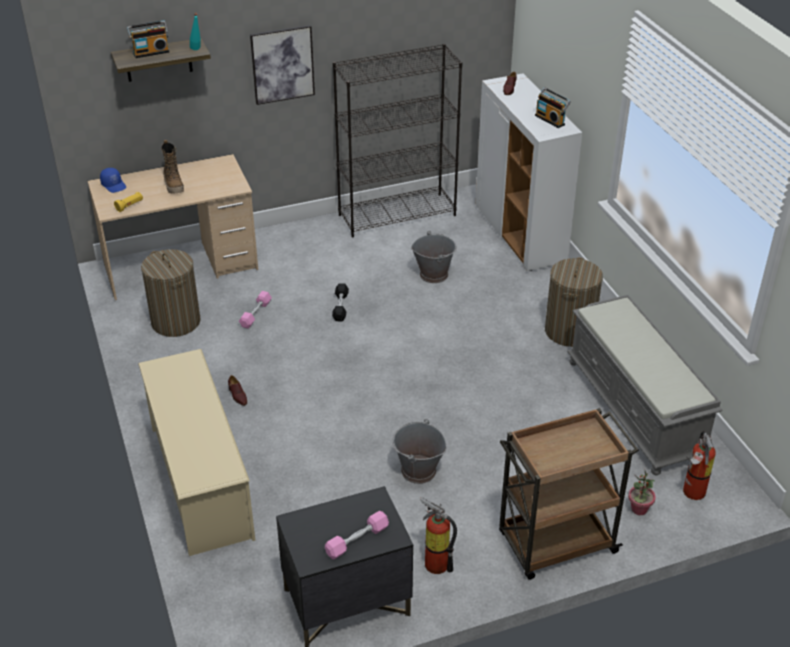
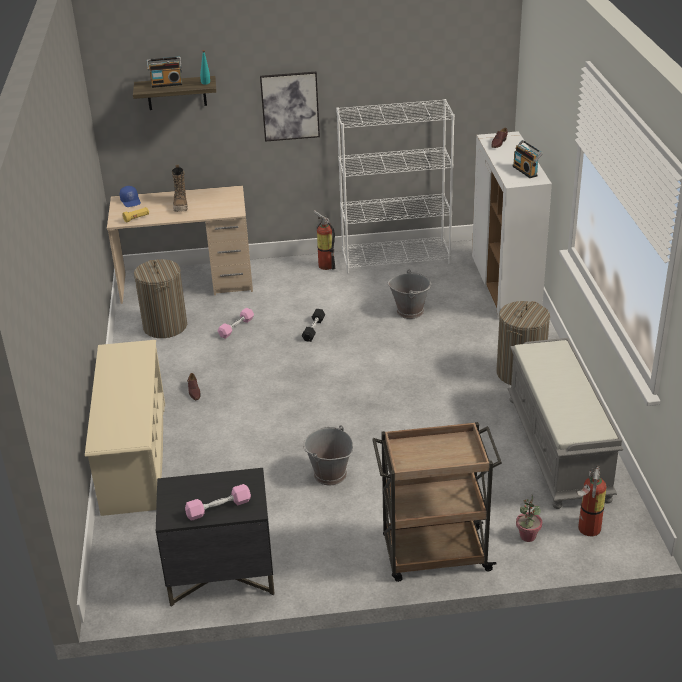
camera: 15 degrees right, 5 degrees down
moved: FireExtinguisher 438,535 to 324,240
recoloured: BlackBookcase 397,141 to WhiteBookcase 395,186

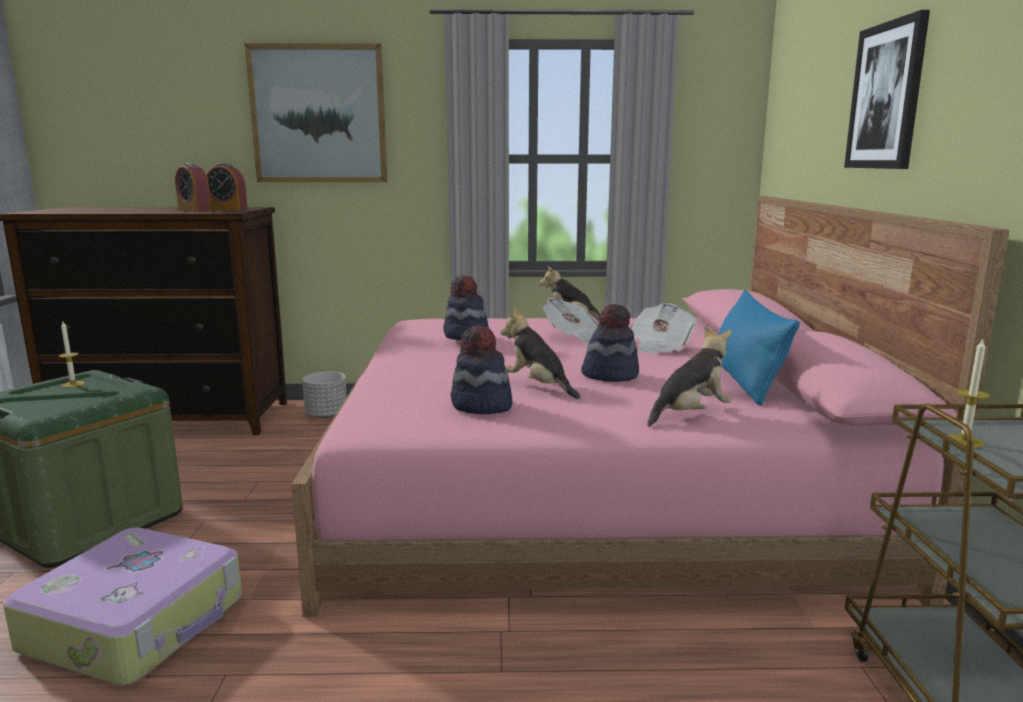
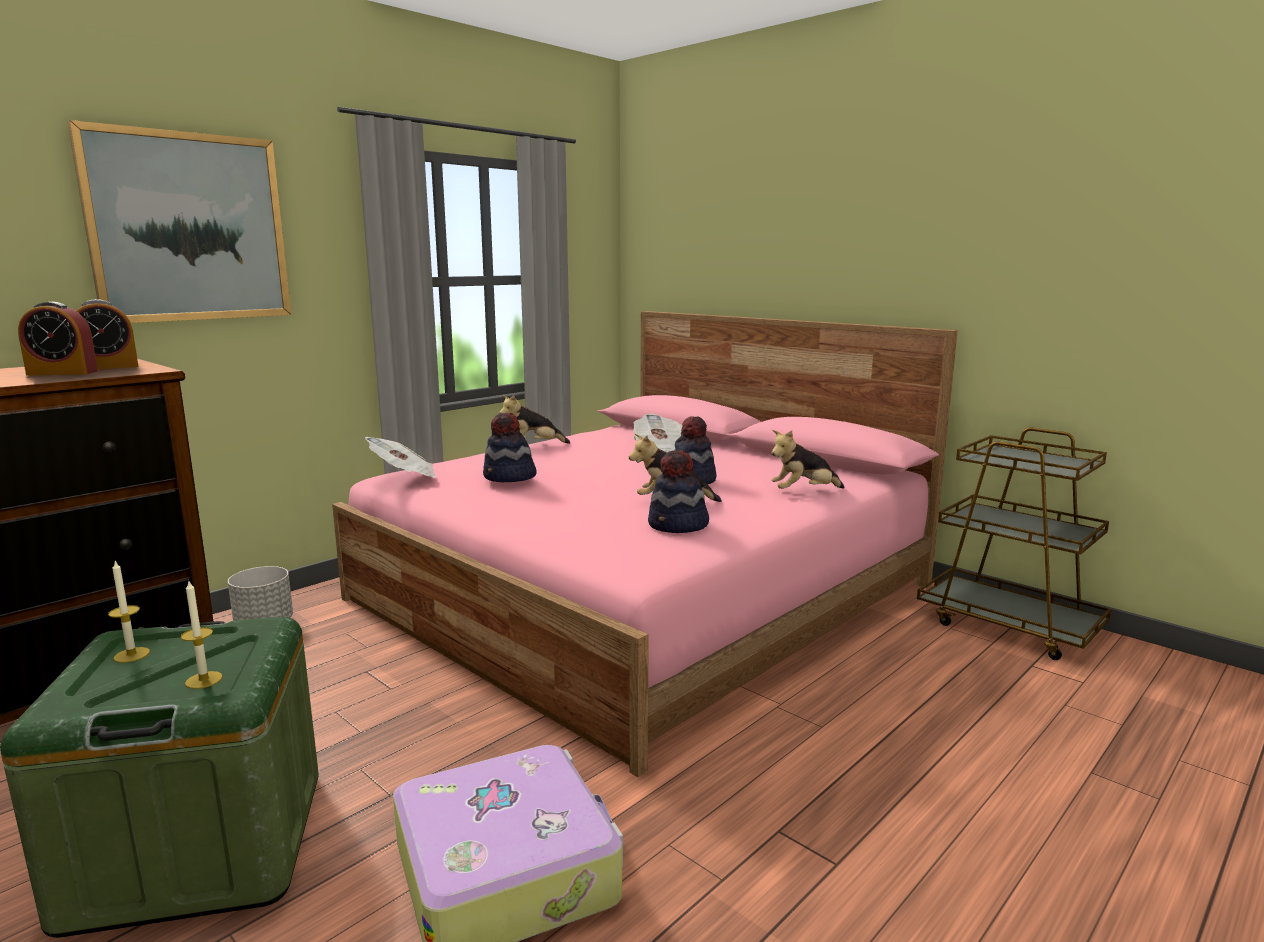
camera: 45 degrees left, 0 degrees up
removed: Picture 887,89; BluePillow 759,348
moved: Newspaper 571,321 to 401,457; Candle 969,393 to 202,635
turned: PlushToy 689,376 = 808,459 120 degrees counterclockwise

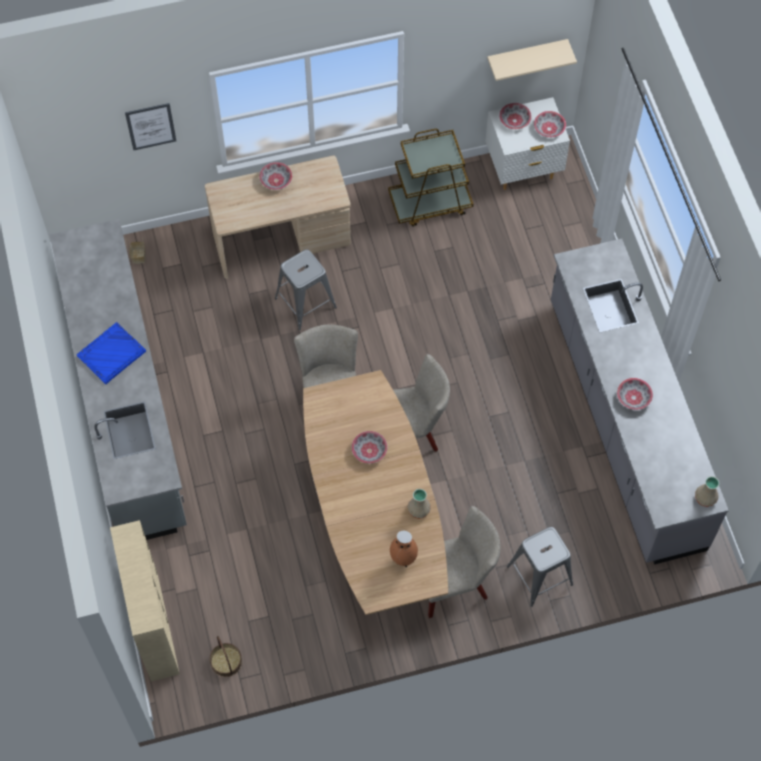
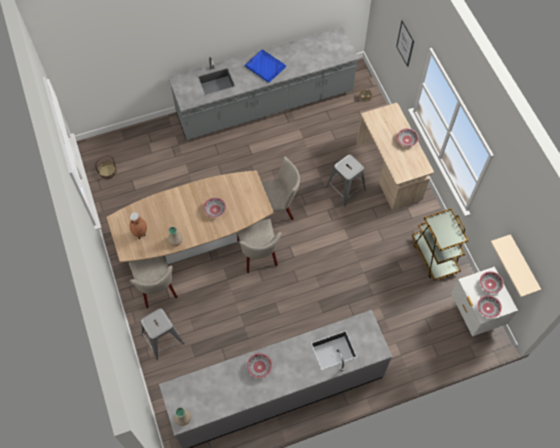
camera: 85 degrees right, 0 degrees up
removed: BeigeBookcase 145,600

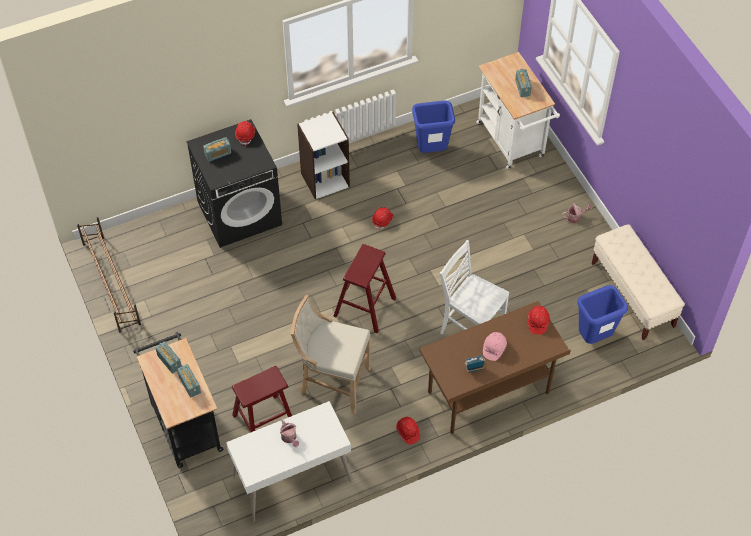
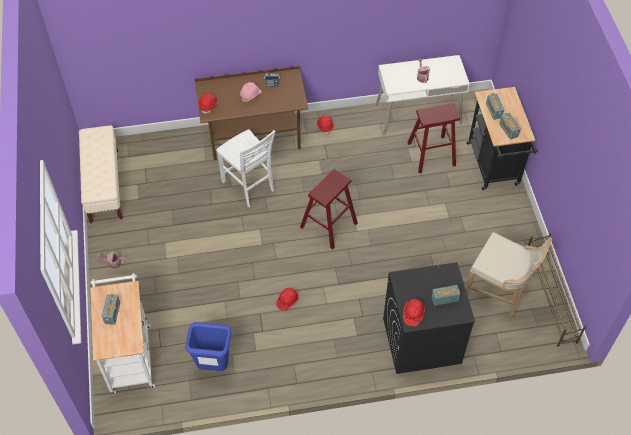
camera: 165 degrees left, 0 degrees up
removed: WhiteBookcase 323,155; BlueTrashCan 602,314
moved: BeigeStool 331,354 to 509,276

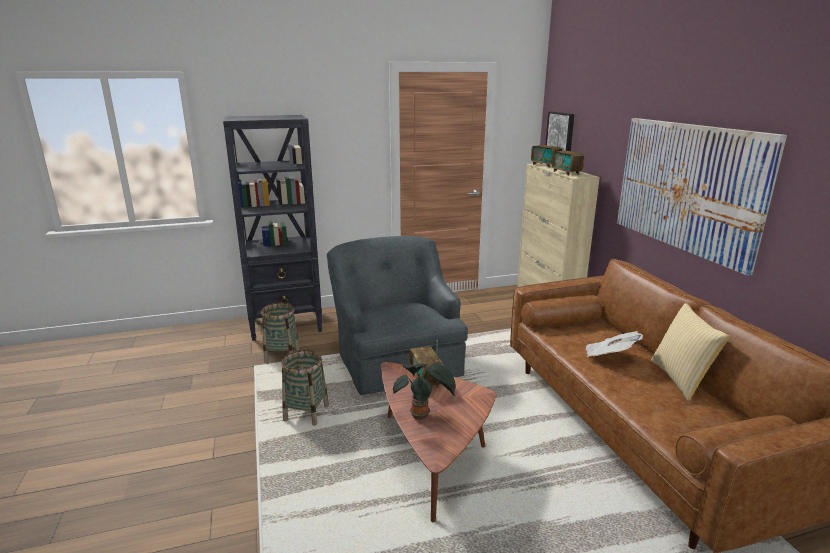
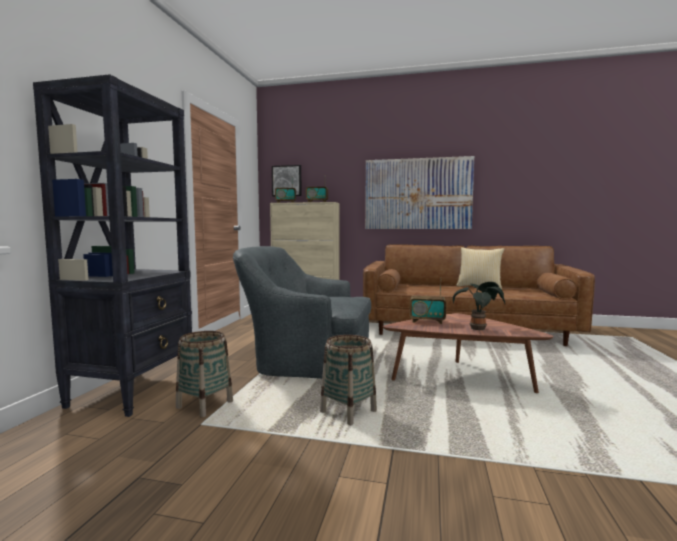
camera: 60 degrees left, 15 degrees down
removed: Newspaper 614,344

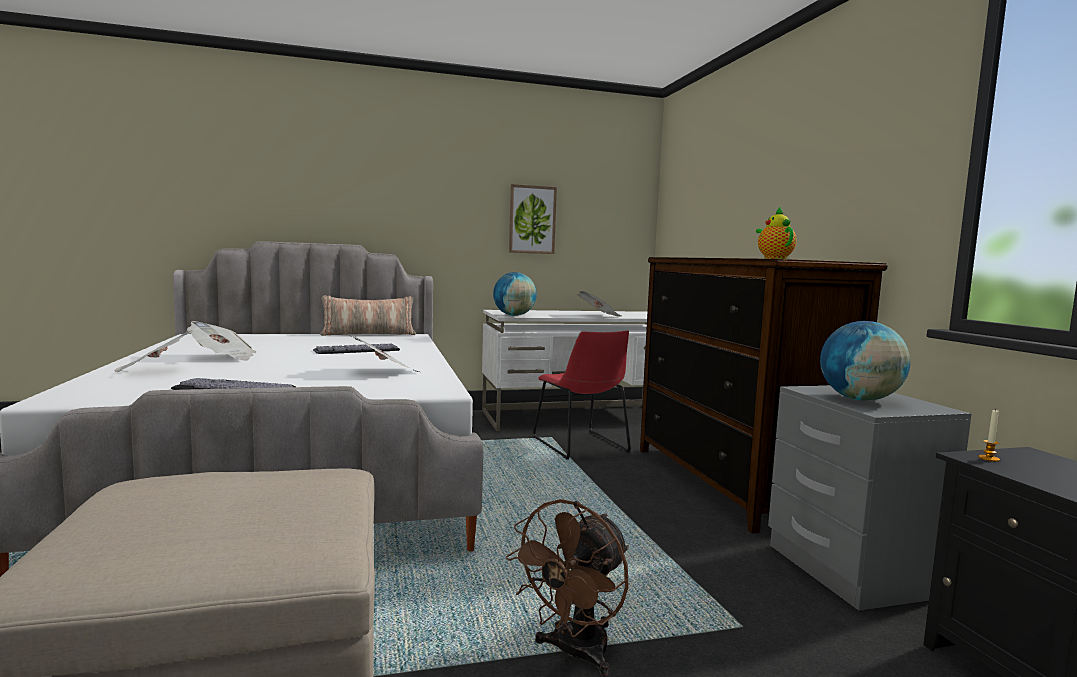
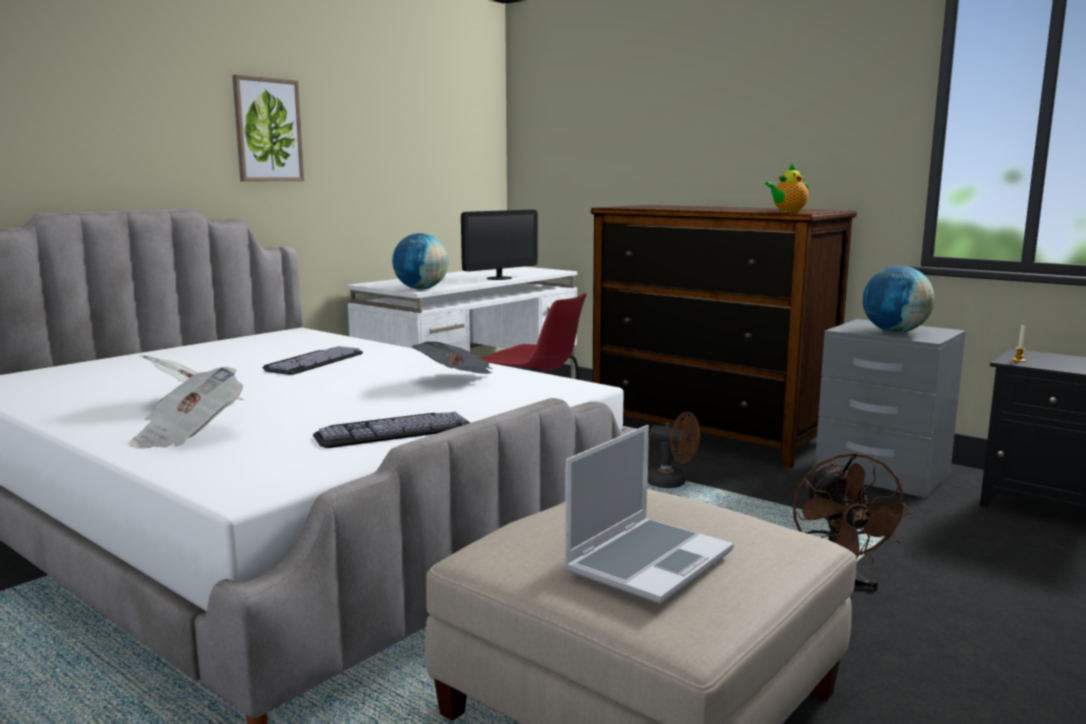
camera: 35 degrees left, 5 degrees up
removed: Pillow 368,315
added: BrownFan 674,450; Laptop 649,514
moved: Picture 533,219 to 268,128
replaced: Newspaper 599,304 to Monitor 499,245
turned: Teapot 776,233 = 786,187 75 degrees counterclockwise

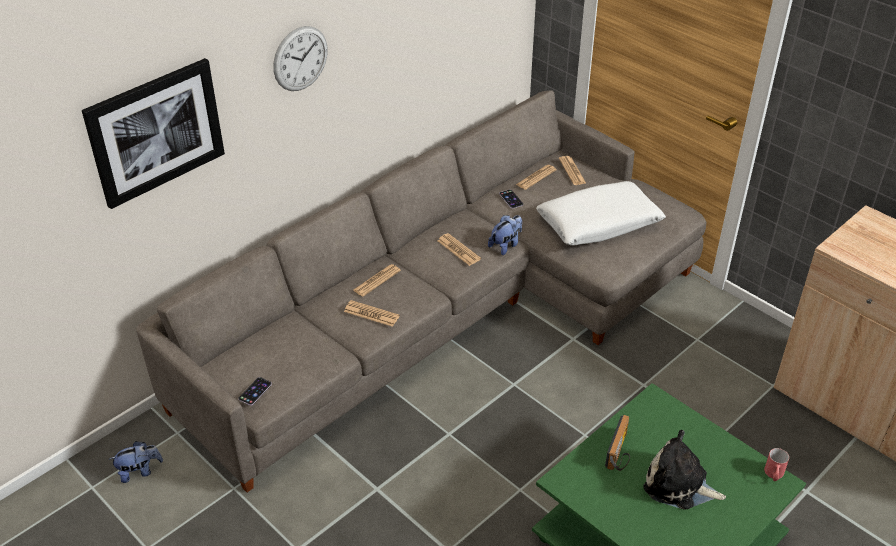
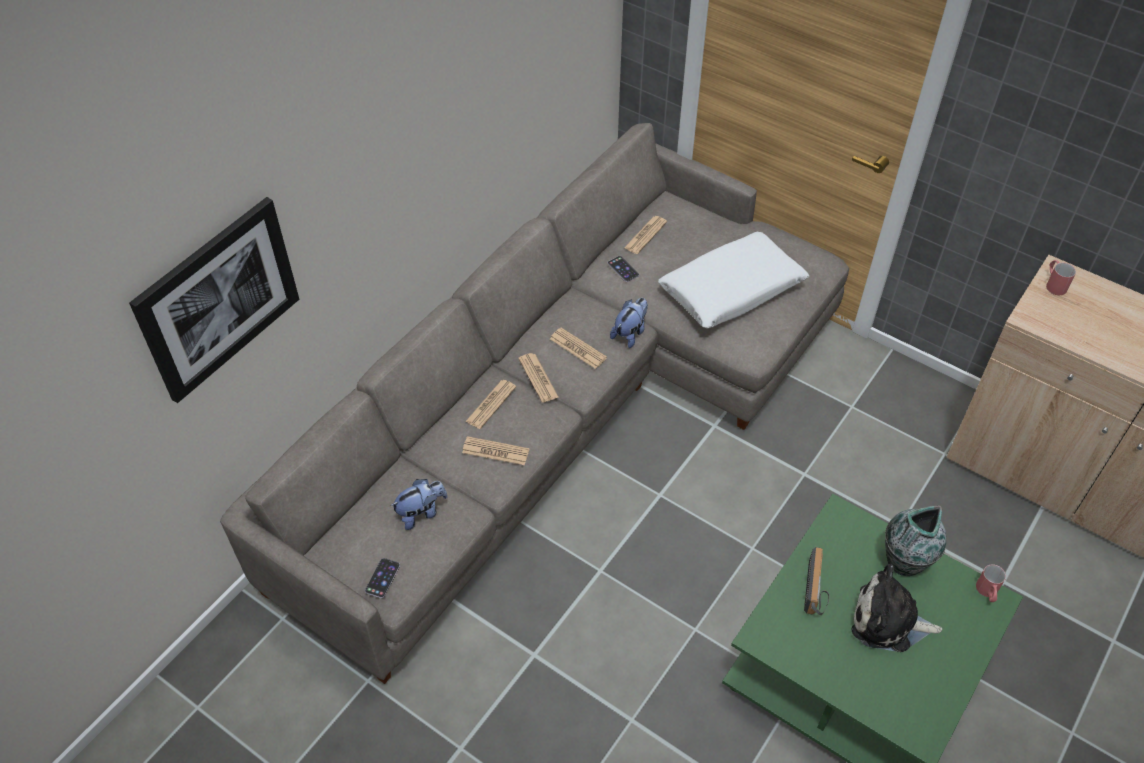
camera: 10 degrees left, 10 degrees up
removed: WallClock 300,58
added: RedMug 1061,277; Vase 915,541
moved: Newspaper 573,170 to 538,378; PlushToy 136,462 to 418,504

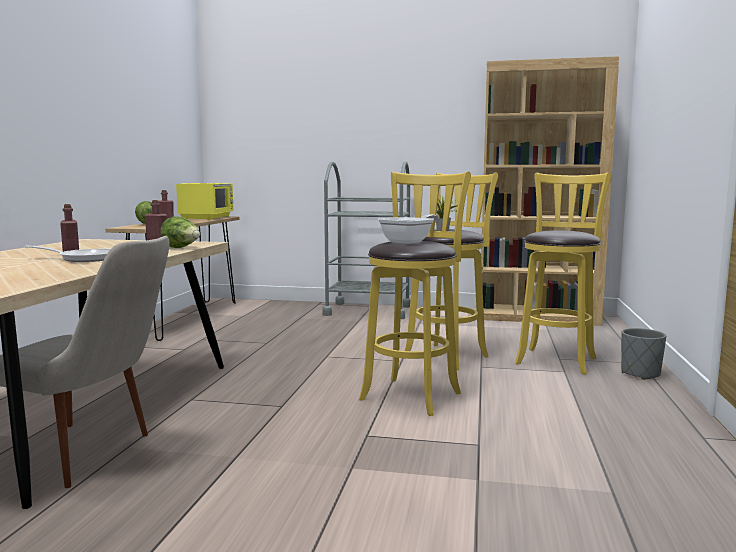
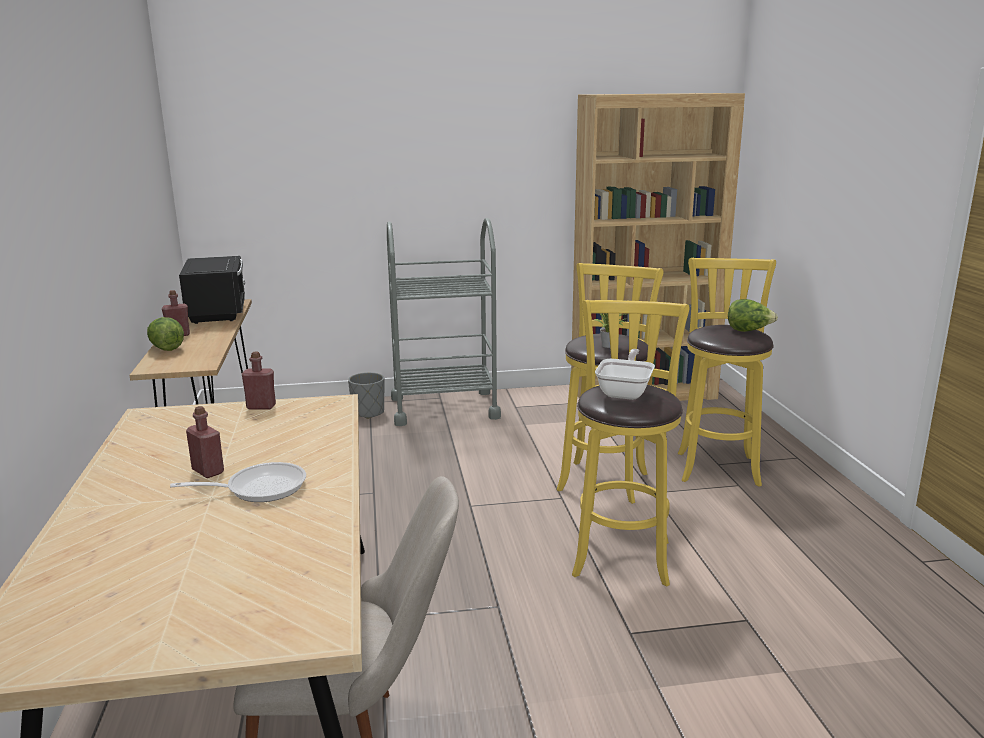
camera: 20 degrees left, 10 degrees up
moved: Lettuce 180,232 to 753,315; GreyPlanter 643,354 to 366,395
recoloured: YellowMicrowave 204,201 to BlackMicrowave 212,290

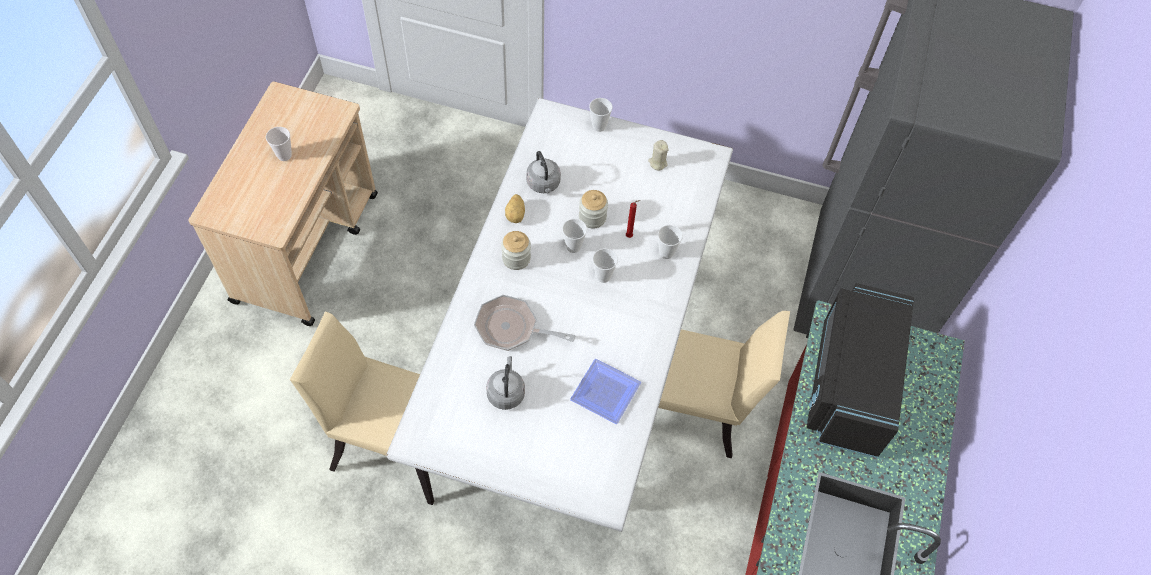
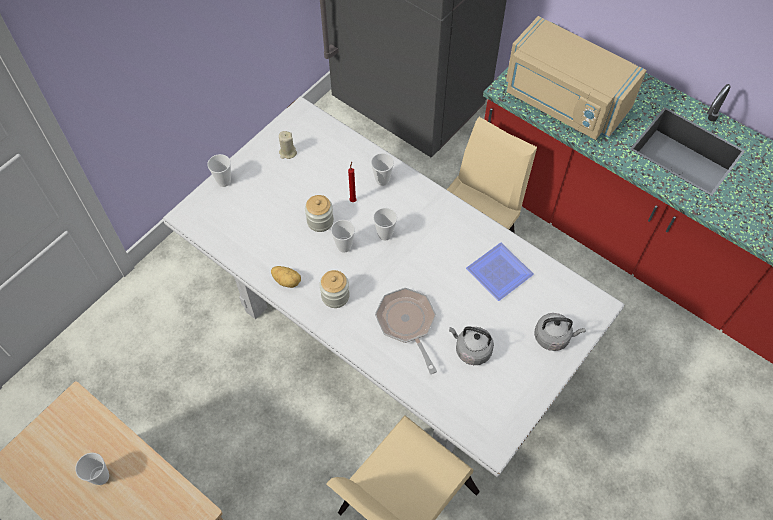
camera: 65 degrees left, 0 degrees up
moved: GreyKettle 543,172 to 559,332
recoloured: BlackMicrowave 860,370 to BeigeMicrowave 576,78
turned: FryingPan 524,323 = 406,331 120 degrees clockwise

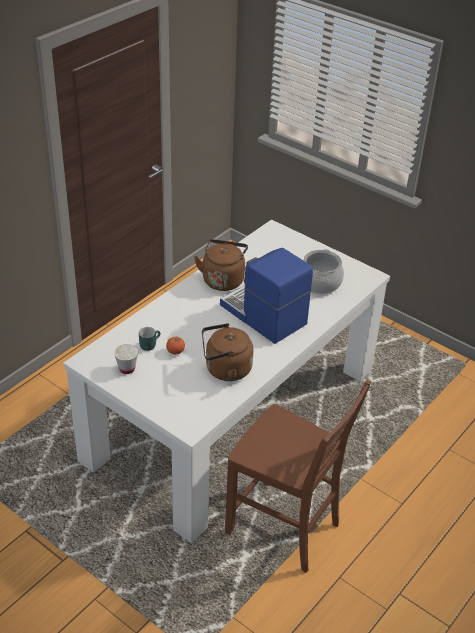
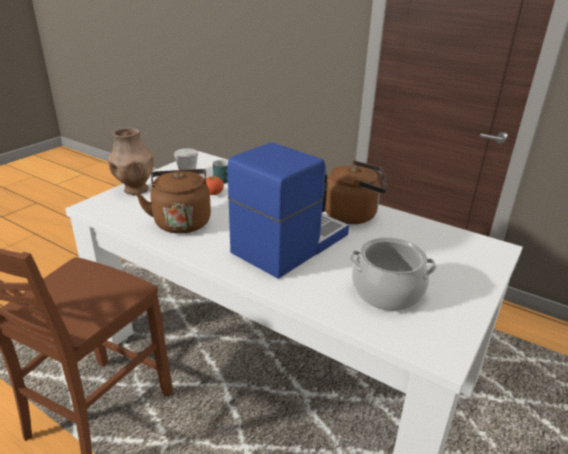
camera: 85 degrees right, 10 degrees down
added: BrownVase 131,161

